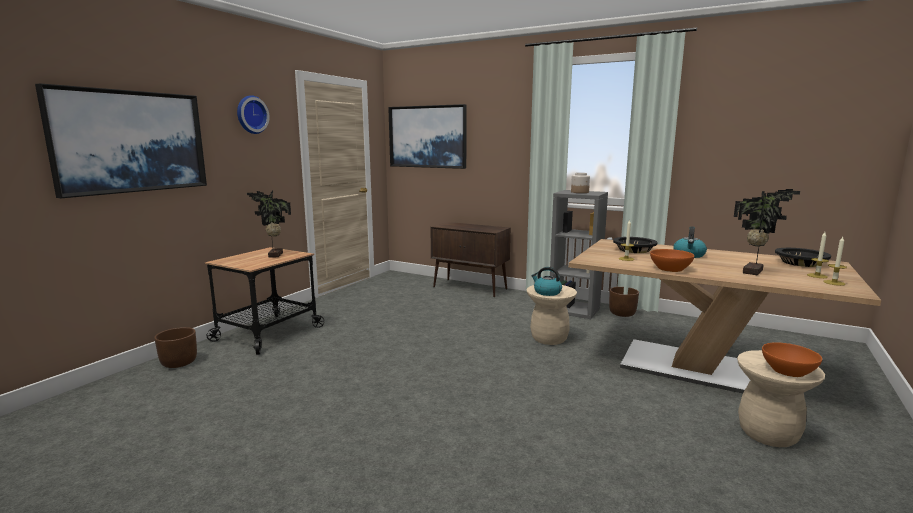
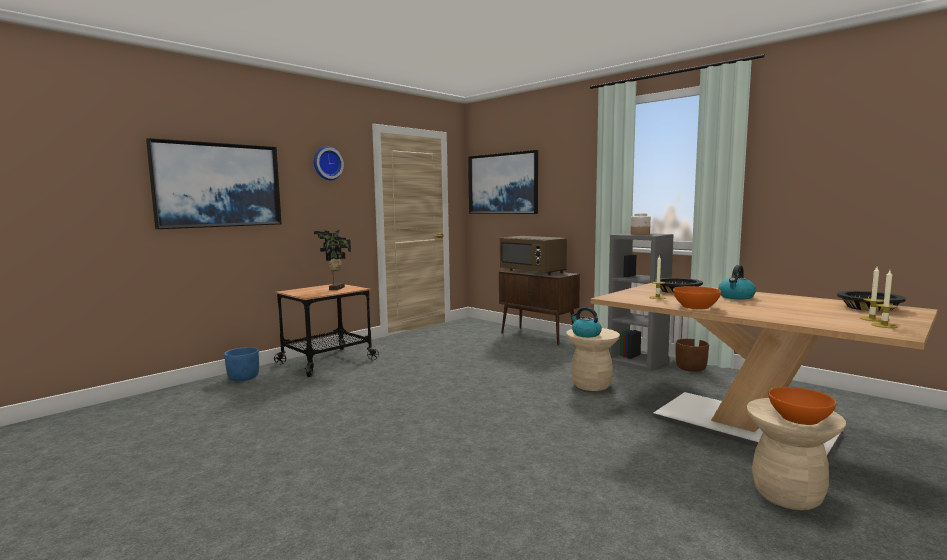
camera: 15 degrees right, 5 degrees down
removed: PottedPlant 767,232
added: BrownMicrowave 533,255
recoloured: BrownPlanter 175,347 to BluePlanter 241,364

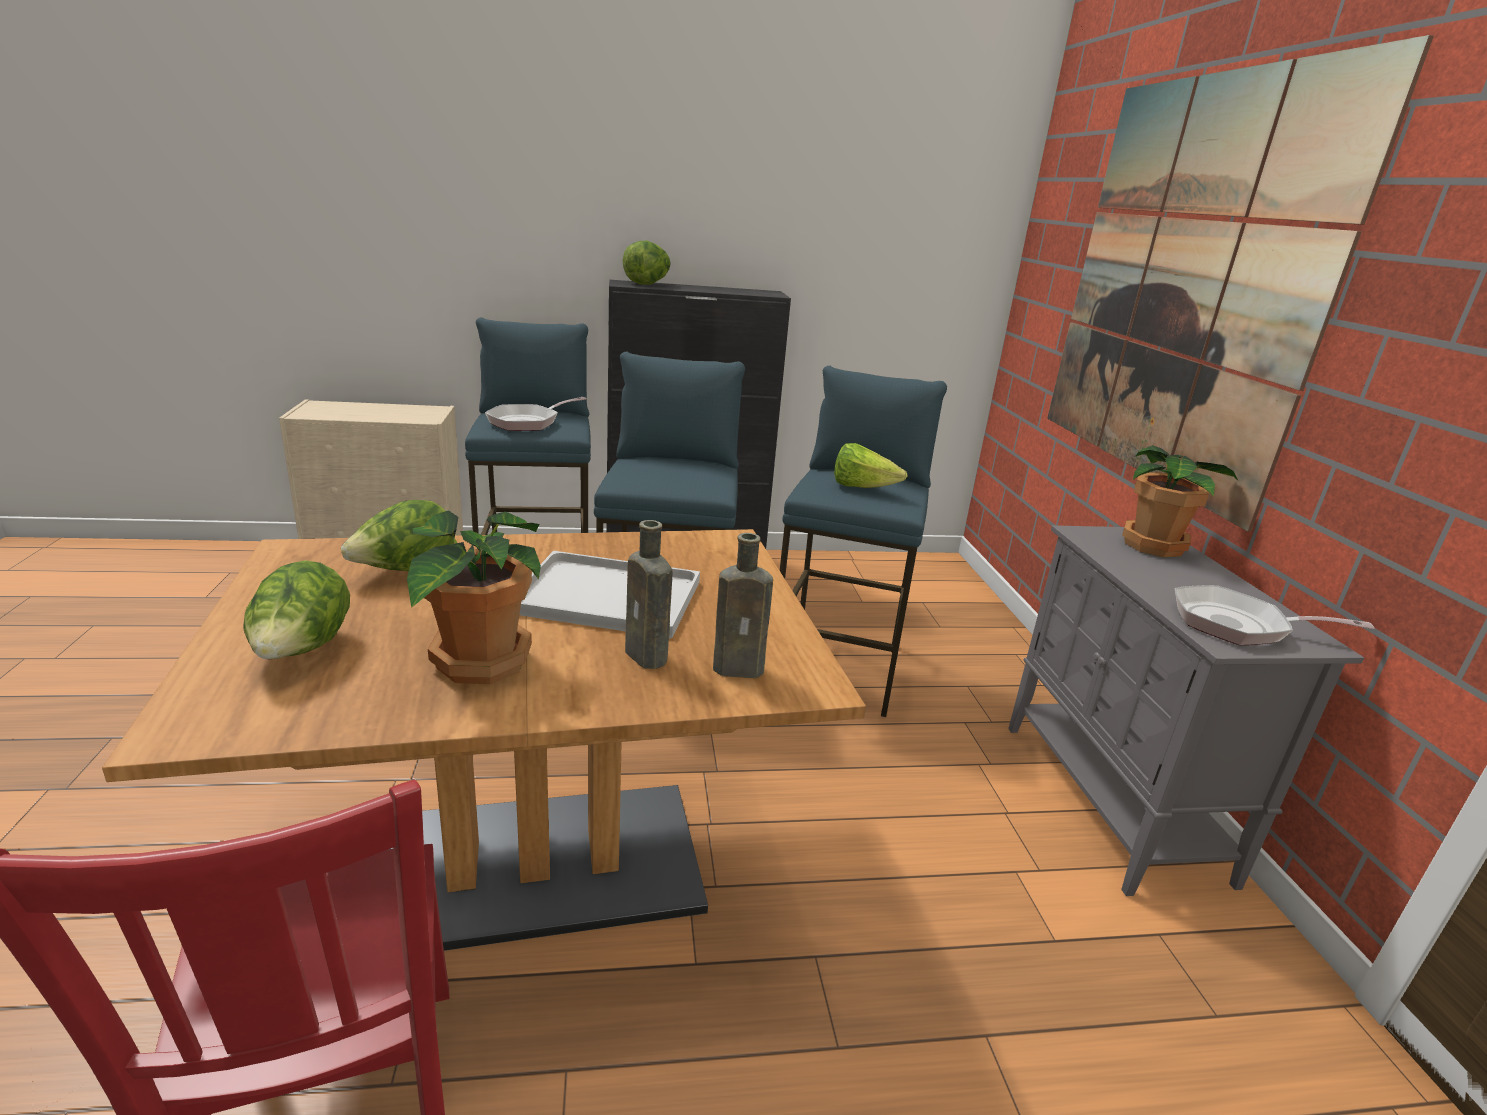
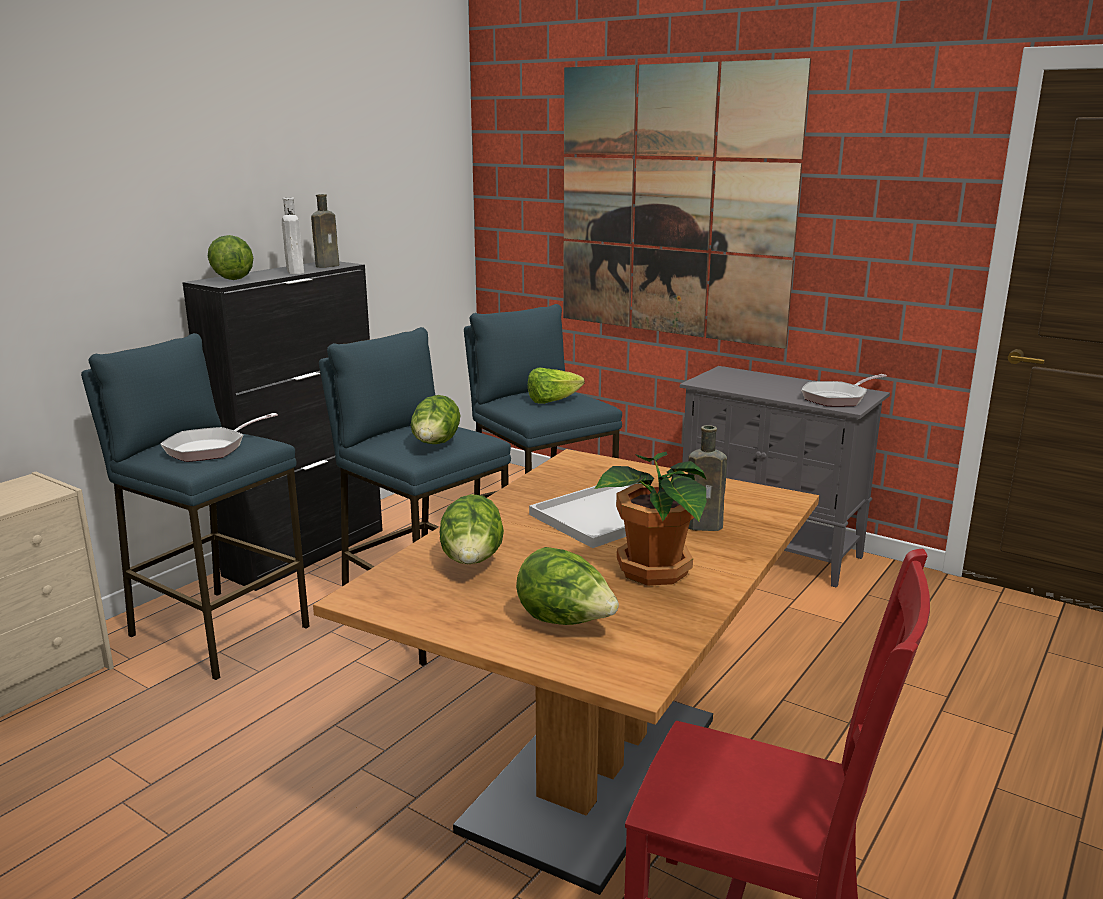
camera: 45 degrees left, 5 degrees down
removed: PottedPlant 1180,501
added: WhiteBottle 293,235; Lettuce 435,419
moved: BrownBottle 743,605 to 325,231
turned: FryingPan 536,414 = 219,437 45 degrees clockwise

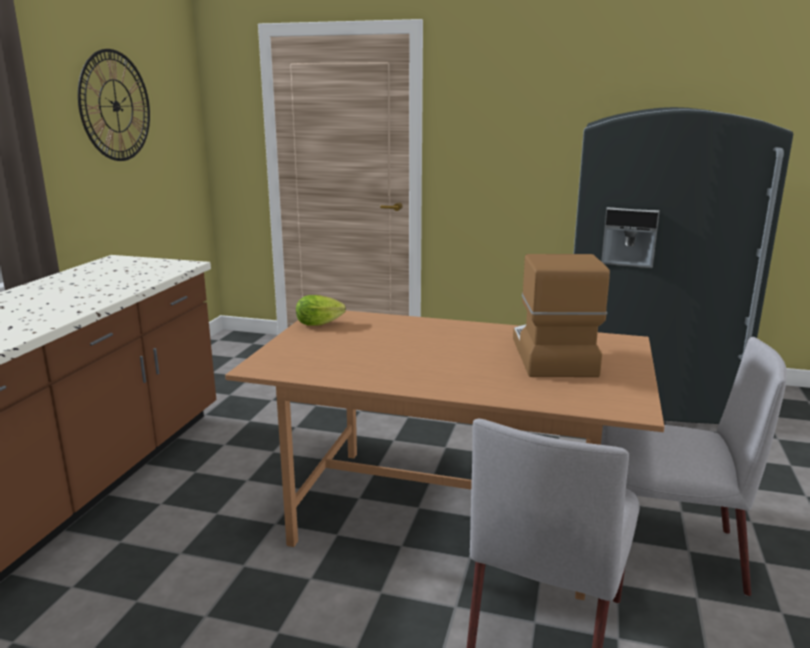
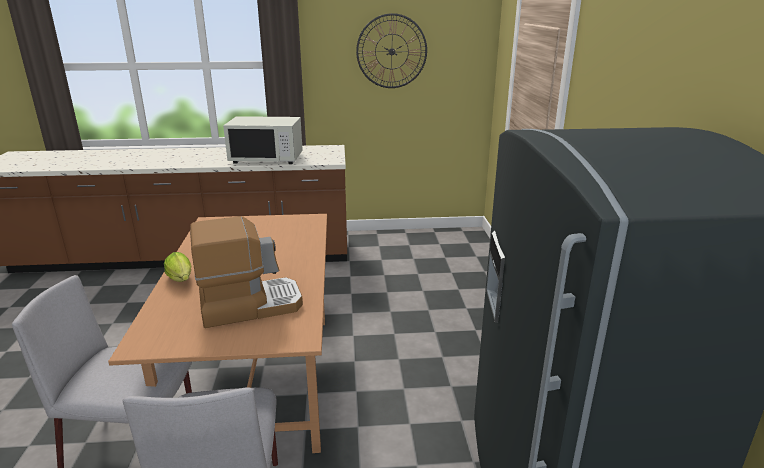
camera: 70 degrees right, 5 degrees up
added: WhiteMicrowave 263,140
moved: Lettuce 321,310 to 177,267

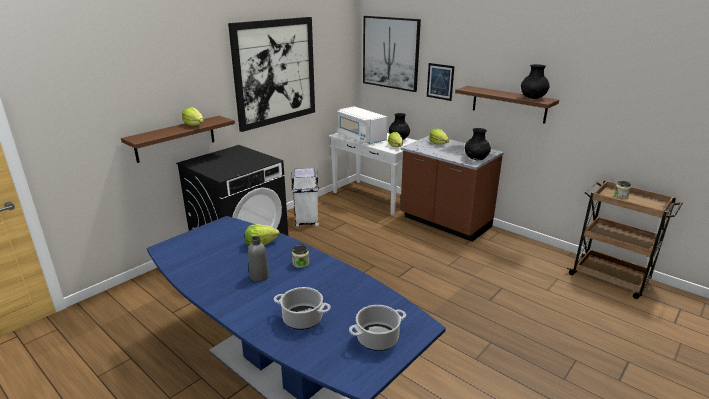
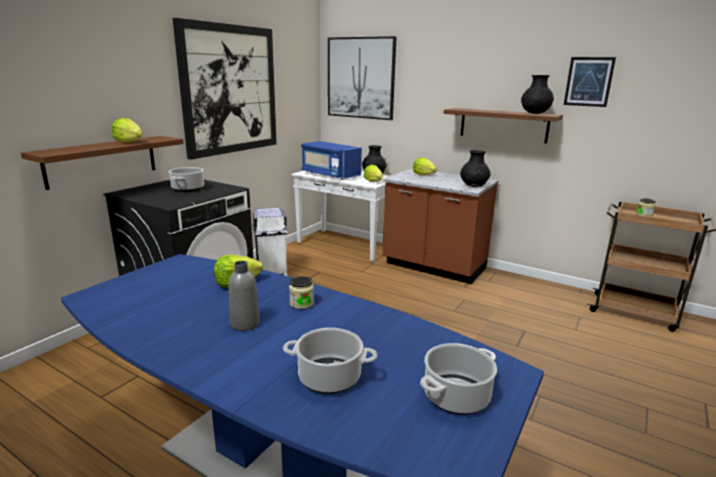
camera: 10 degrees left, 5 degrees down
added: CookingPot 186,179
moved: Picture 441,82 to 590,82
recoloured: WhiteMicrowave 362,125 to BlueMicrowave 331,160

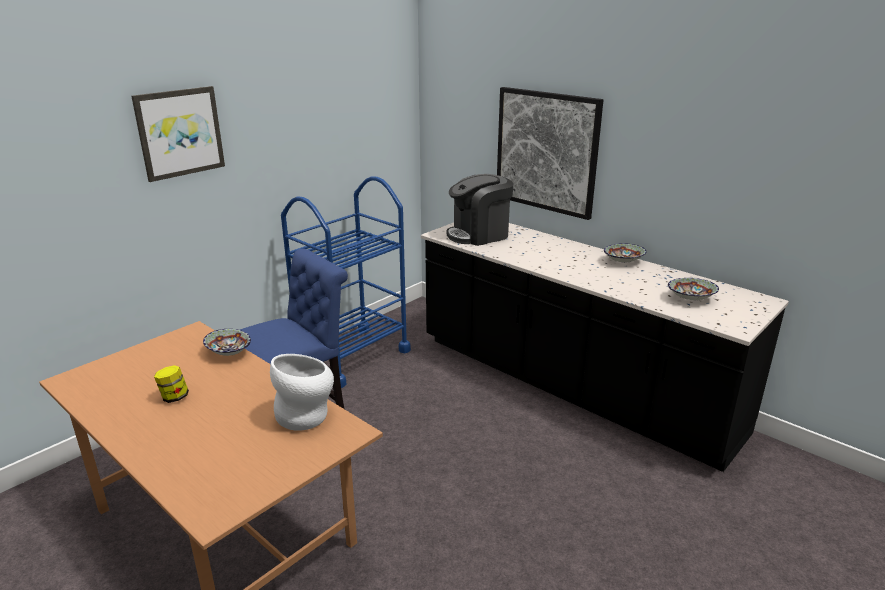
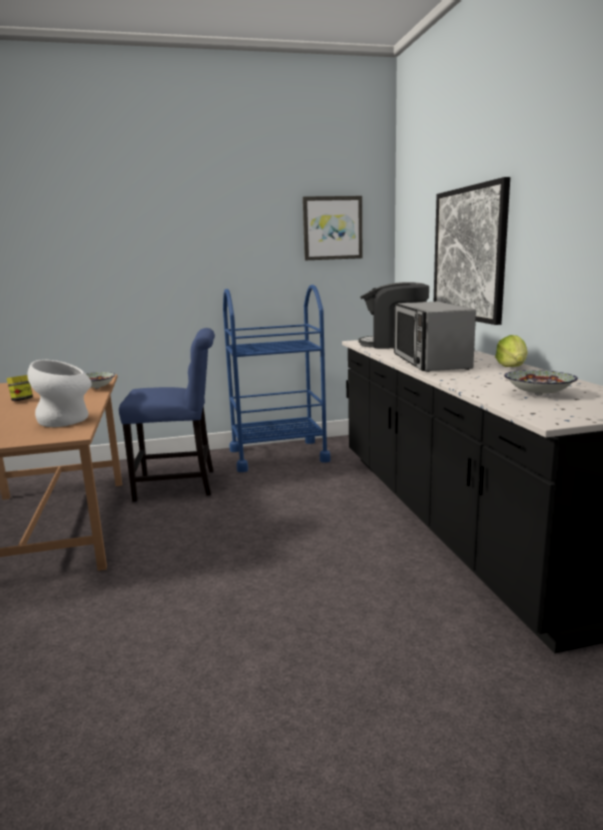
camera: 35 degrees right, 10 degrees down
added: Microwave 435,336
moved: Picture 178,134 to 332,228
replaced: Bowl 625,253 to Lettuce 511,351

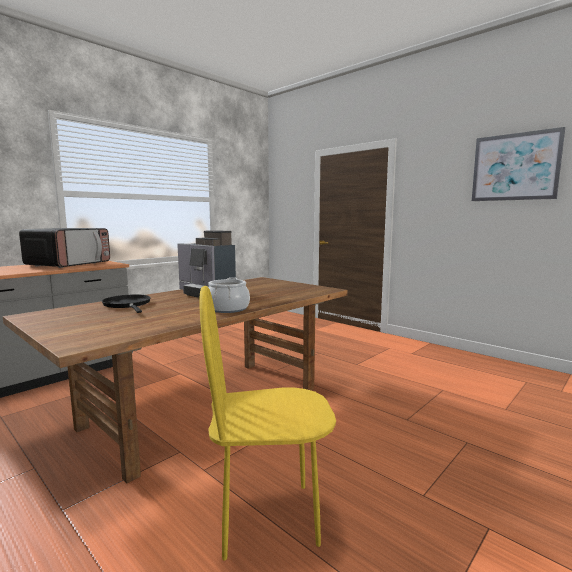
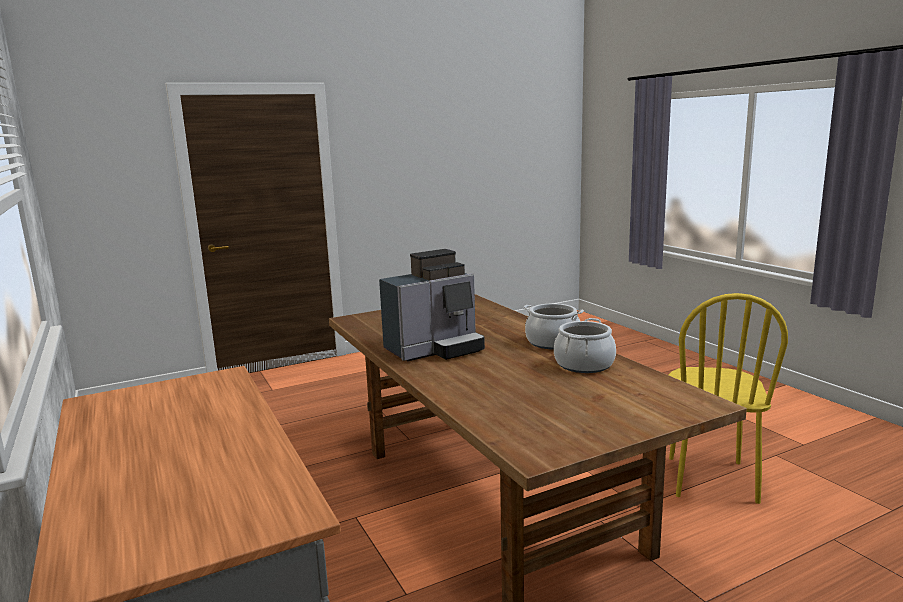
camera: 70 degrees left, 5 degrees up
removed: Picture 518,164; Microwave 64,248; BlackFryingPan 126,303
added: CookingPot 585,345

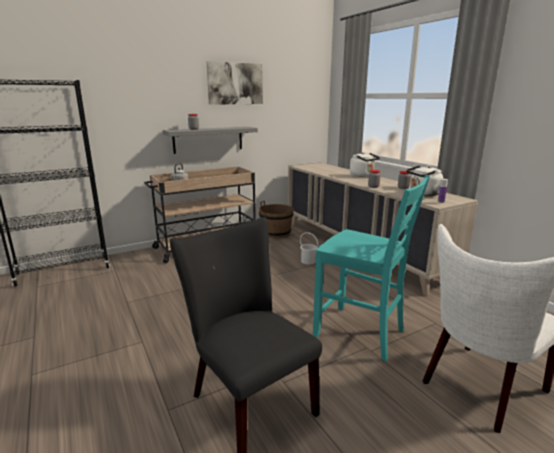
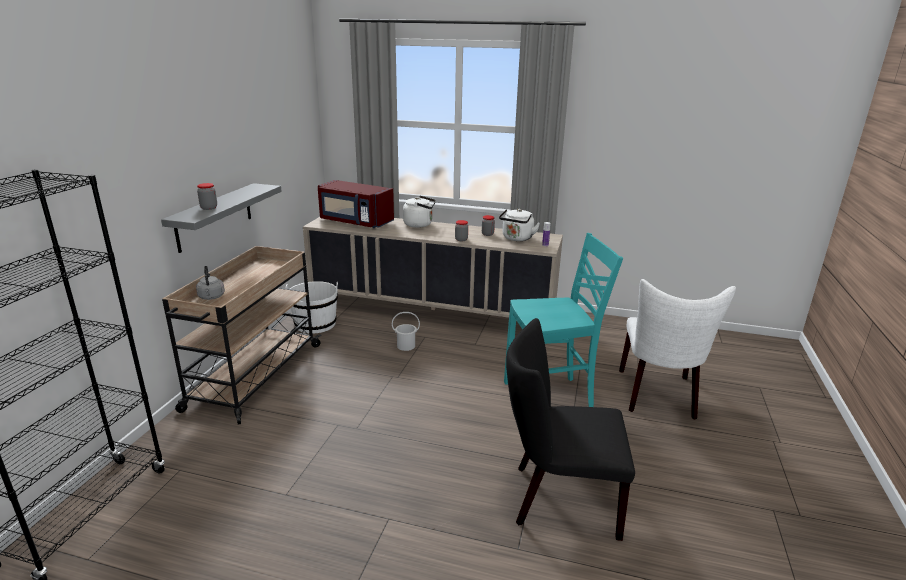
camera: 45 degrees left, 5 degrees up
removed: Picture 235,83
added: RedMicrowave 356,204
recoloured: BrownBucket 276,219 to WhiteBucket 312,307

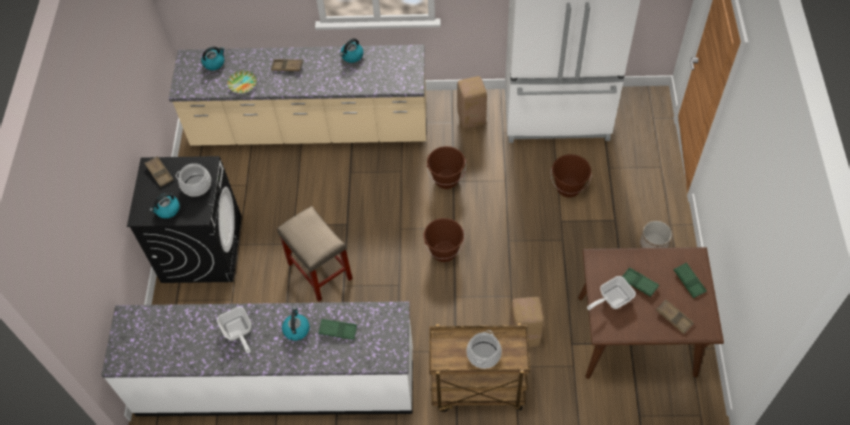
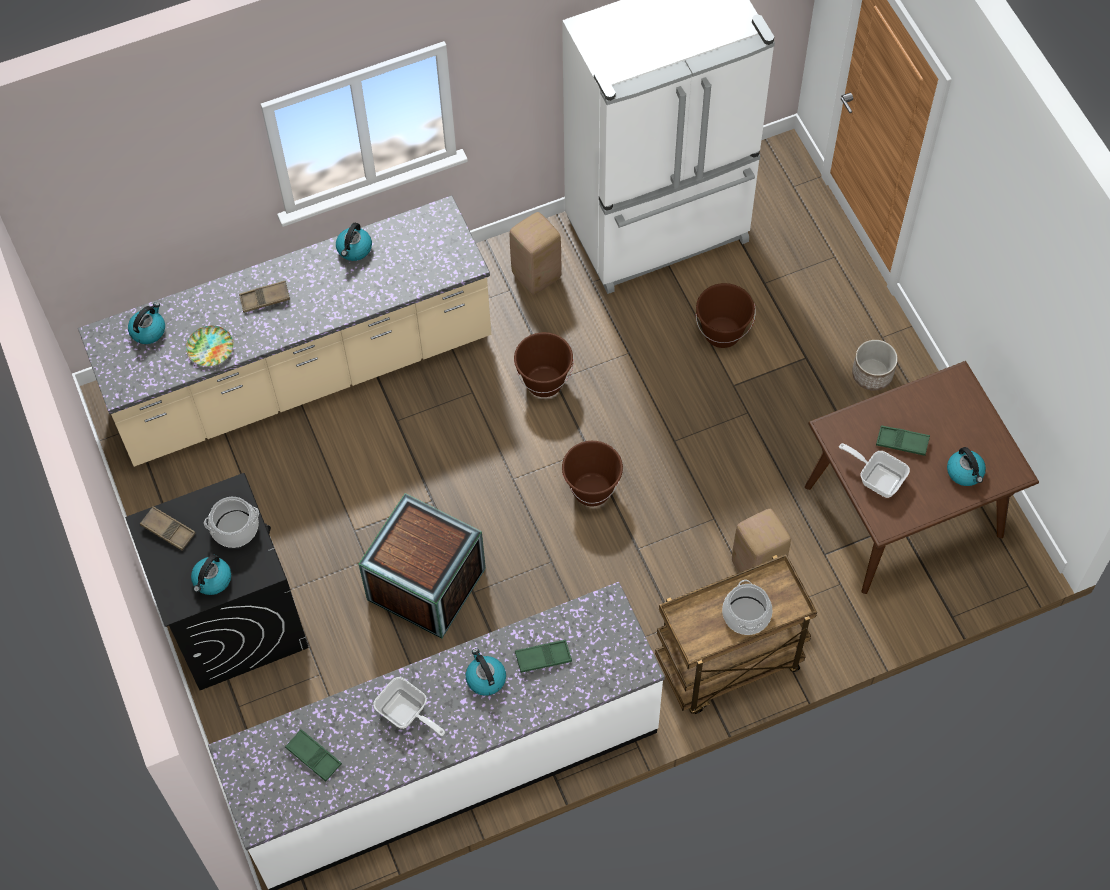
camera: 25 degrees left, 5 degrees up
moved: GreenTray 690,280 to 313,755
replaced: BeigeStool 315,254 to Crate 422,566; BrownTray 675,317 to Kettle 966,466
turned: FryingPan 611,293 = 874,470 90 degrees clockwise

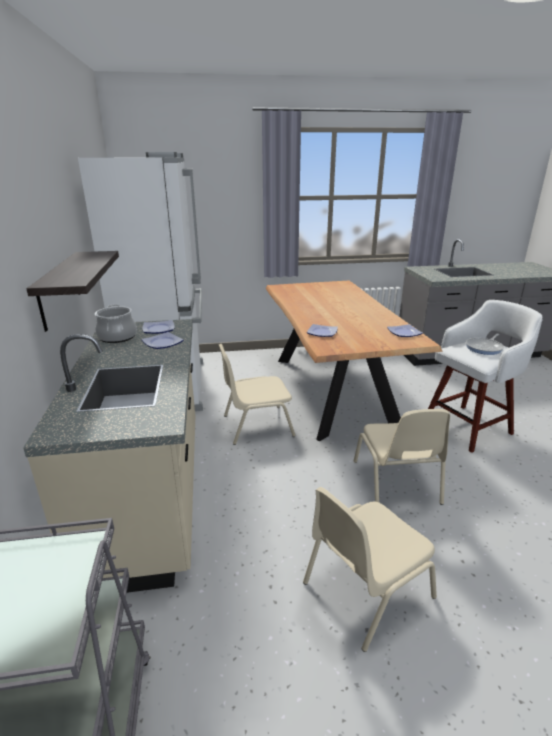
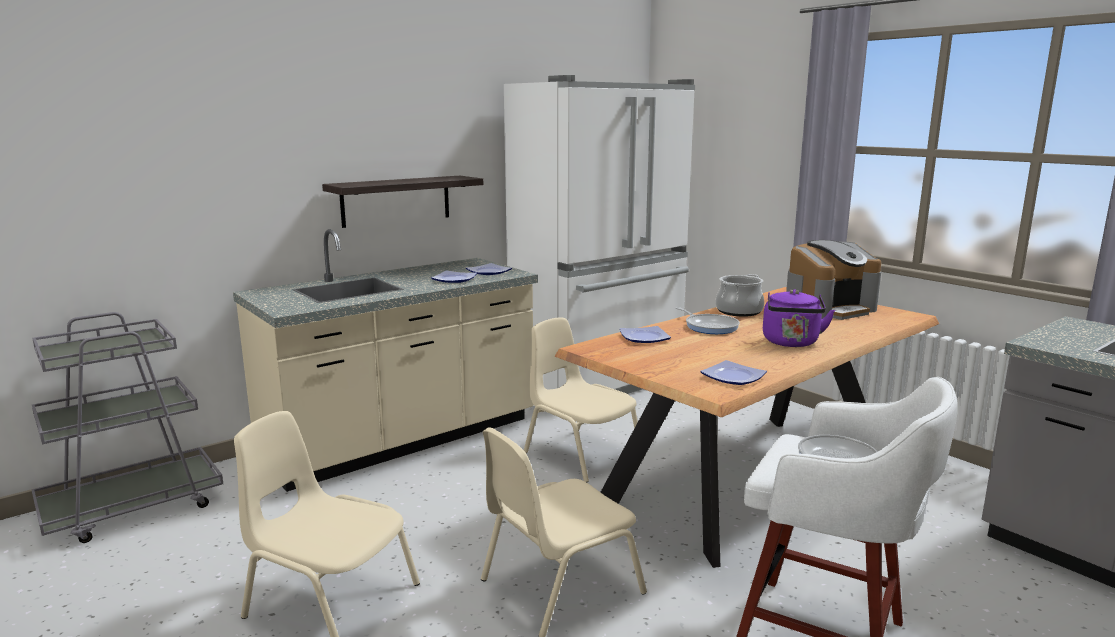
camera: 60 degrees right, 10 degrees down
added: CoffeeMachine 833,280; PurpleKettle 799,318; FryingPan 708,320
moved: CookingPot 116,323 to 739,295

